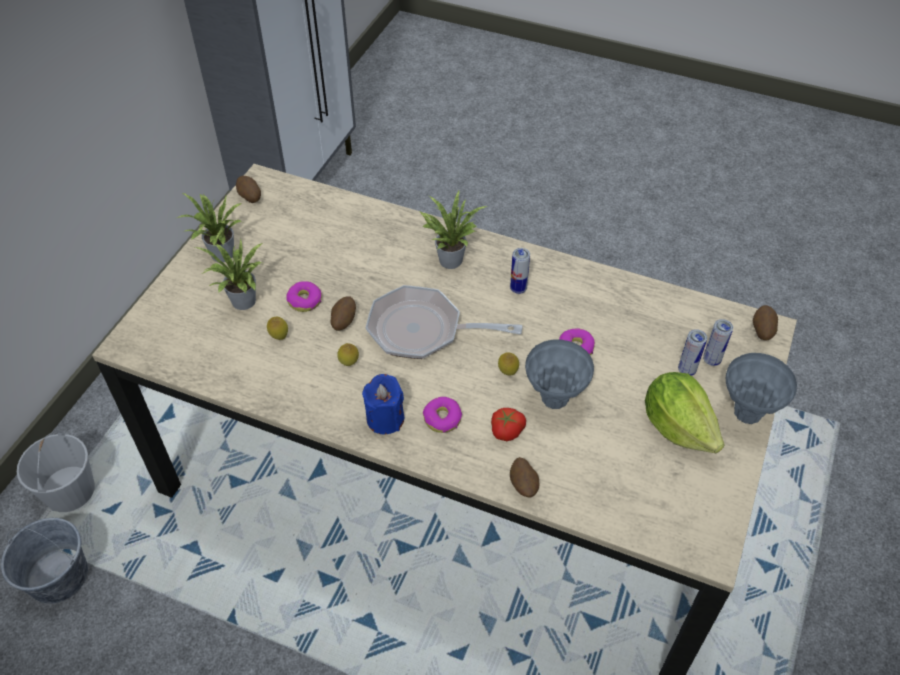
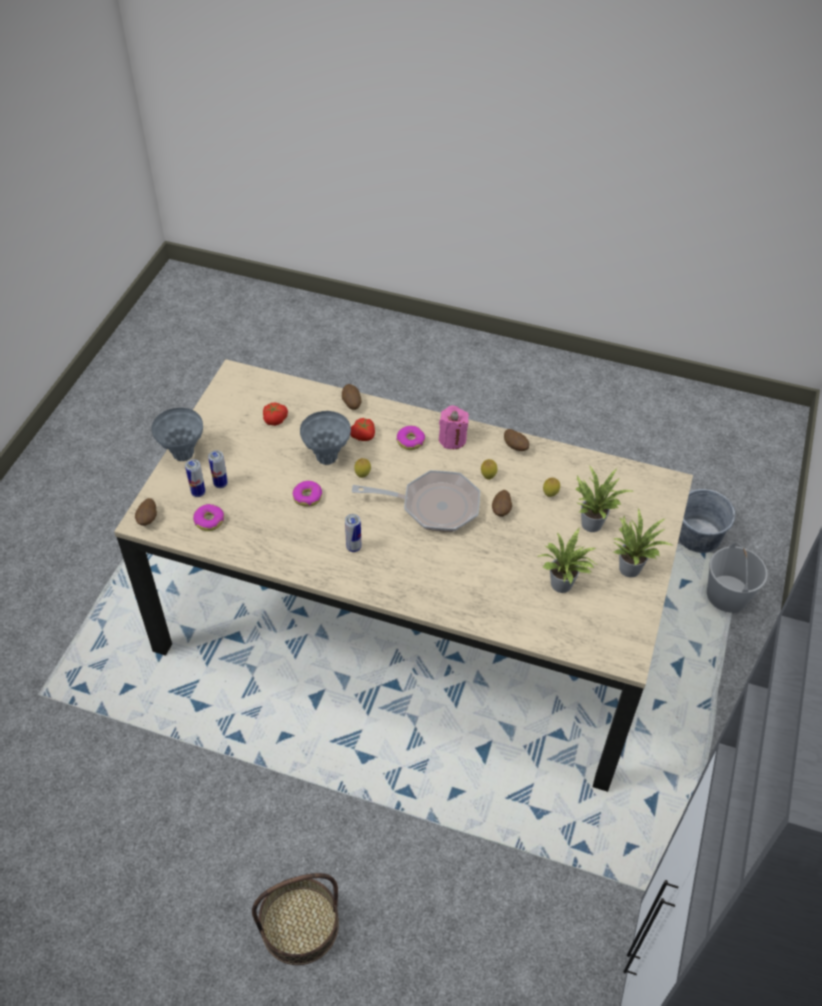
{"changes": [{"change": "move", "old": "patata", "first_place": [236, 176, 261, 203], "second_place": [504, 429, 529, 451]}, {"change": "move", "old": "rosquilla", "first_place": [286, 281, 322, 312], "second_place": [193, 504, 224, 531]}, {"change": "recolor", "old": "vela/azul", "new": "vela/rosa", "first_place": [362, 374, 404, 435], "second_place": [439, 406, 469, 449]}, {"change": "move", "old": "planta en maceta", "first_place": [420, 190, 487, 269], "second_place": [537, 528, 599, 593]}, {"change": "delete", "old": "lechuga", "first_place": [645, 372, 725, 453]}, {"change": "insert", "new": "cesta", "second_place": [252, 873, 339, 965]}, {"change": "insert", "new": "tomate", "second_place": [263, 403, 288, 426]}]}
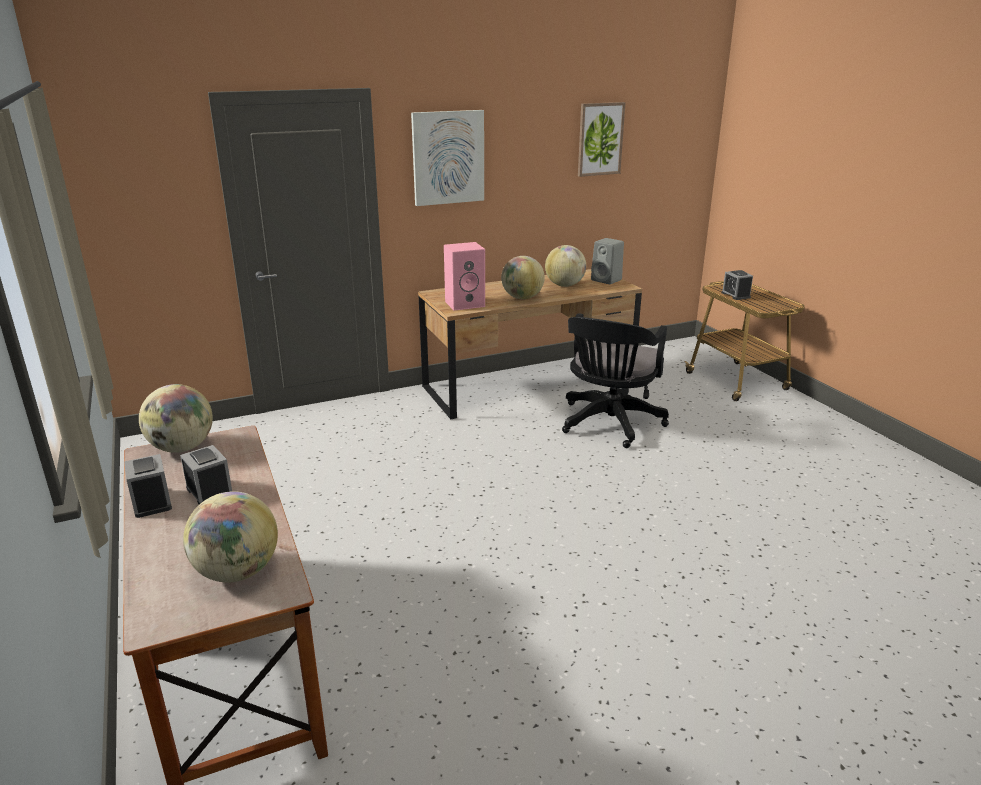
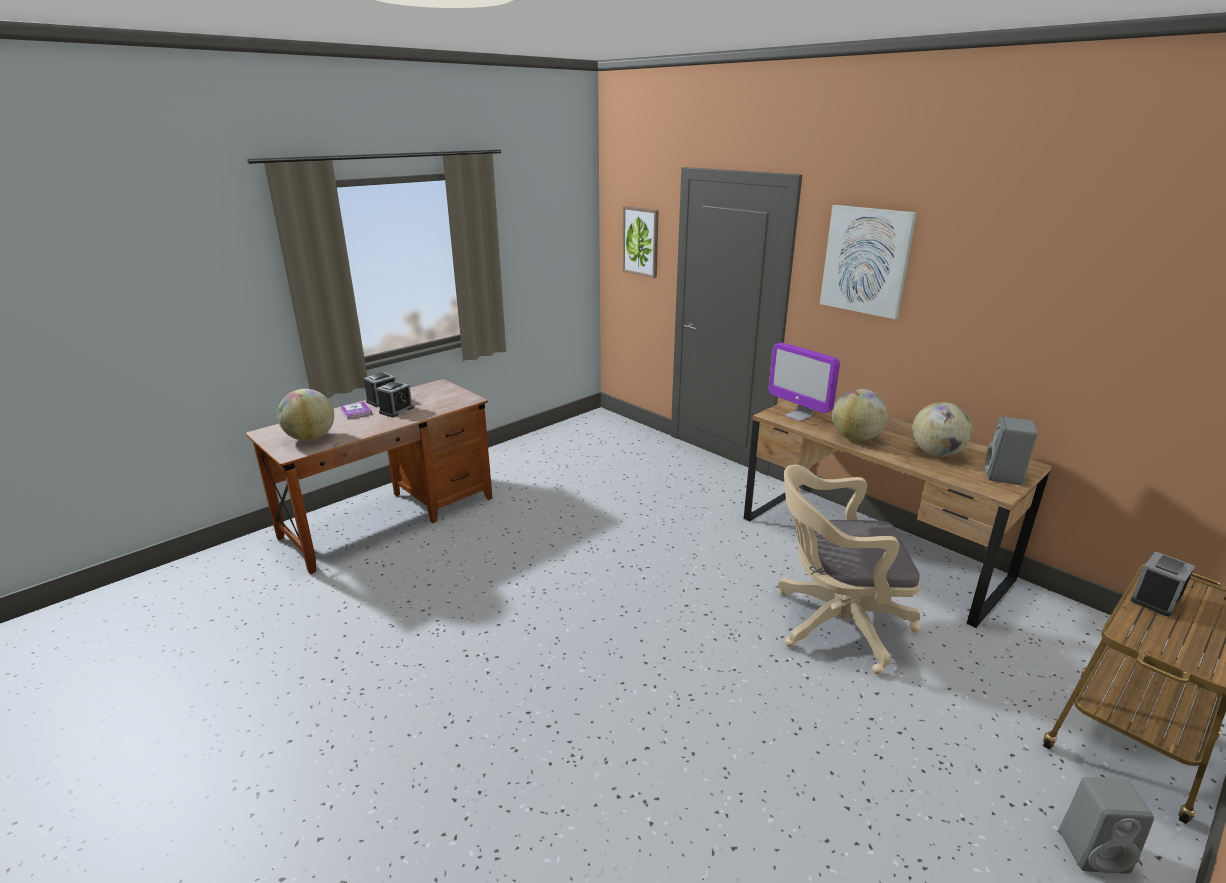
{"changes": [{"change": "delete", "old": "globo terráqueo", "first_place": [139, 384, 213, 453]}, {"change": "replace", "old": "altavoz/rosa", "new": "monitor", "first_place": [444, 242, 485, 311], "second_place": [769, 342, 840, 421]}, {"change": "recolor", "old": "silla de oficina/negro", "new": "silla de oficina/beis", "first_place": [562, 313, 669, 448], "second_place": [778, 465, 920, 675]}, {"change": "move", "old": "cuadro", "first_place": [578, 102, 625, 177], "second_place": [623, 206, 659, 278]}, {"change": "insert", "new": "libro", "second_place": [340, 401, 372, 419]}, {"change": "insert", "new": "altavoz/gris", "second_place": [1059, 777, 1154, 874]}]}
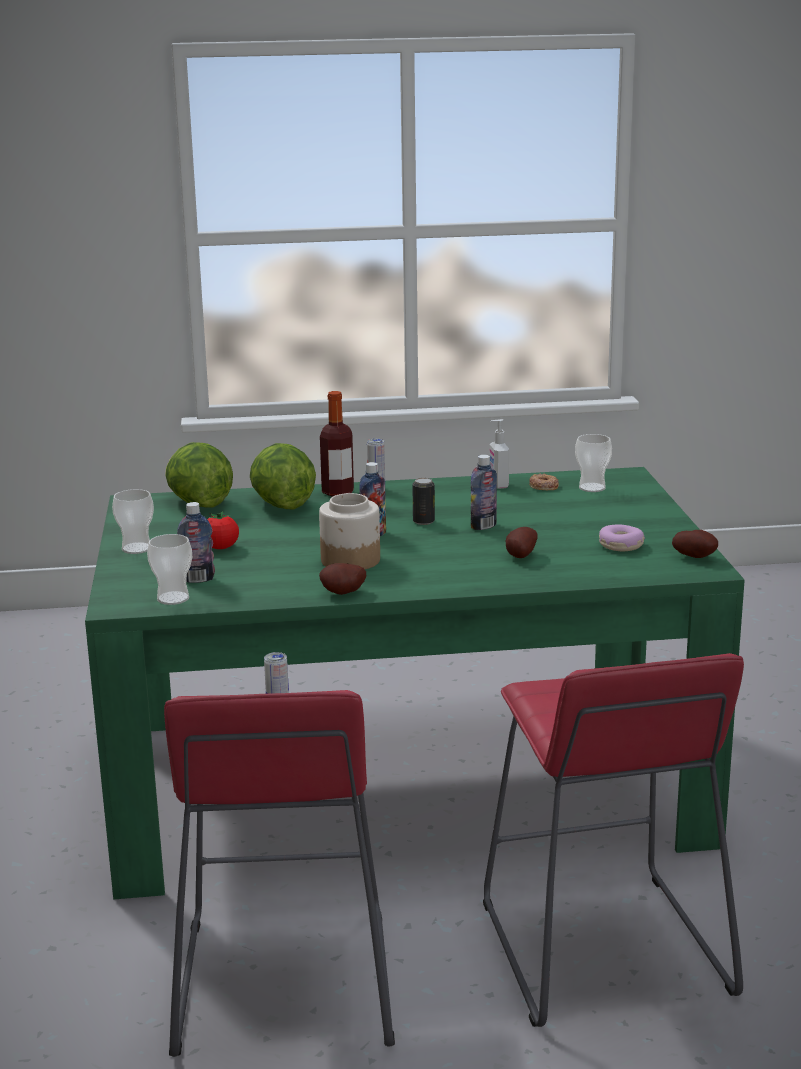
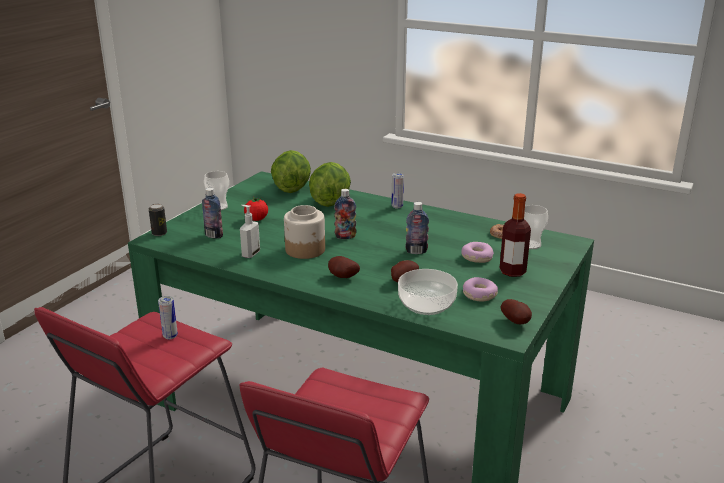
{"changes": [{"change": "delete", "old": "taza", "first_place": [147, 534, 192, 605]}, {"change": "move", "old": "patata", "first_place": [319, 563, 366, 595], "second_place": [328, 256, 360, 278]}, {"change": "move", "old": "botella", "first_place": [320, 391, 354, 496], "second_place": [500, 193, 531, 277]}, {"change": "move", "old": "lata", "first_place": [412, 478, 435, 525], "second_place": [149, 204, 167, 236]}, {"change": "move", "old": "dispensador de jabón", "first_place": [490, 419, 509, 489], "second_place": [240, 205, 260, 258]}, {"change": "insert", "new": "cuenco", "second_place": [398, 269, 458, 315]}, {"change": "insert", "new": "rosquilla", "second_place": [461, 242, 494, 263]}]}
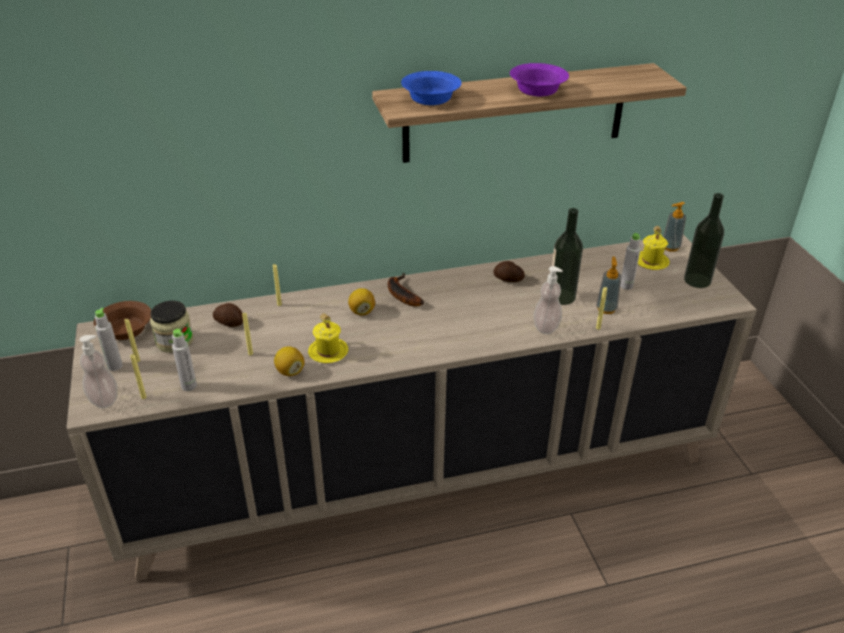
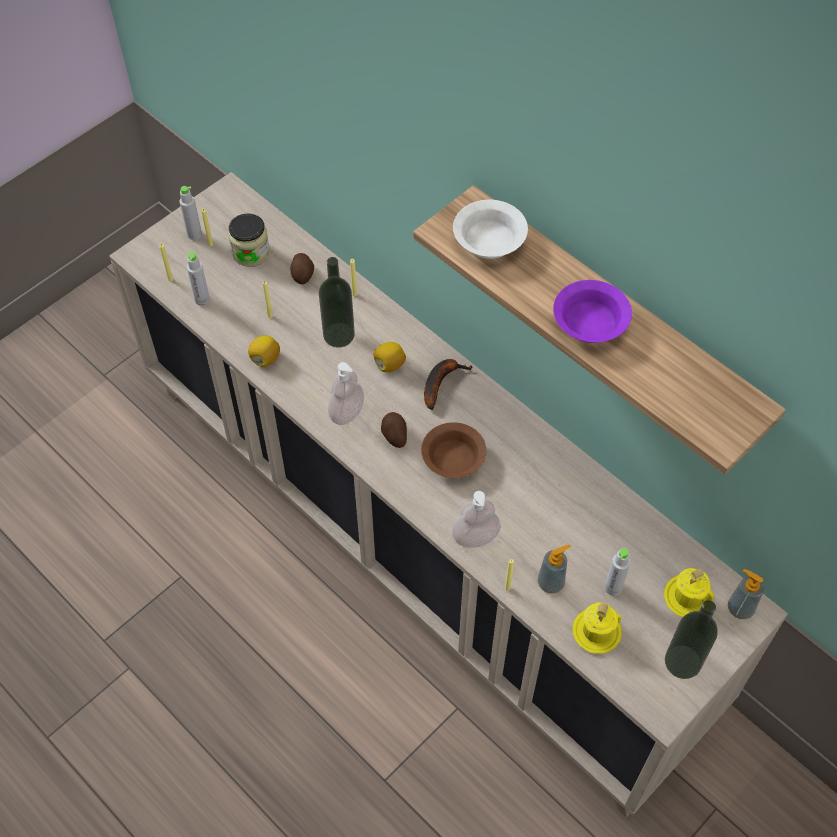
{"changes": [{"change": "move", "old": "dispensador de jabón", "first_place": [80, 335, 117, 408], "second_place": [328, 362, 364, 425]}, {"change": "move", "old": "cuenco/marrón", "first_place": [94, 301, 151, 340], "second_place": [421, 422, 486, 478]}, {"change": "move", "old": "taza grande/amarillo", "first_place": [308, 313, 348, 363], "second_place": [572, 602, 622, 654]}, {"change": "recolor", "old": "cuenco/azul", "new": "cuenco/blanco", "first_place": [401, 71, 462, 105], "second_place": [453, 200, 528, 259]}, {"change": "move", "old": "patata", "first_place": [494, 261, 525, 282], "second_place": [381, 412, 407, 448]}, {"change": "move", "old": "botella", "first_place": [552, 208, 583, 305], "second_place": [319, 257, 355, 348]}]}
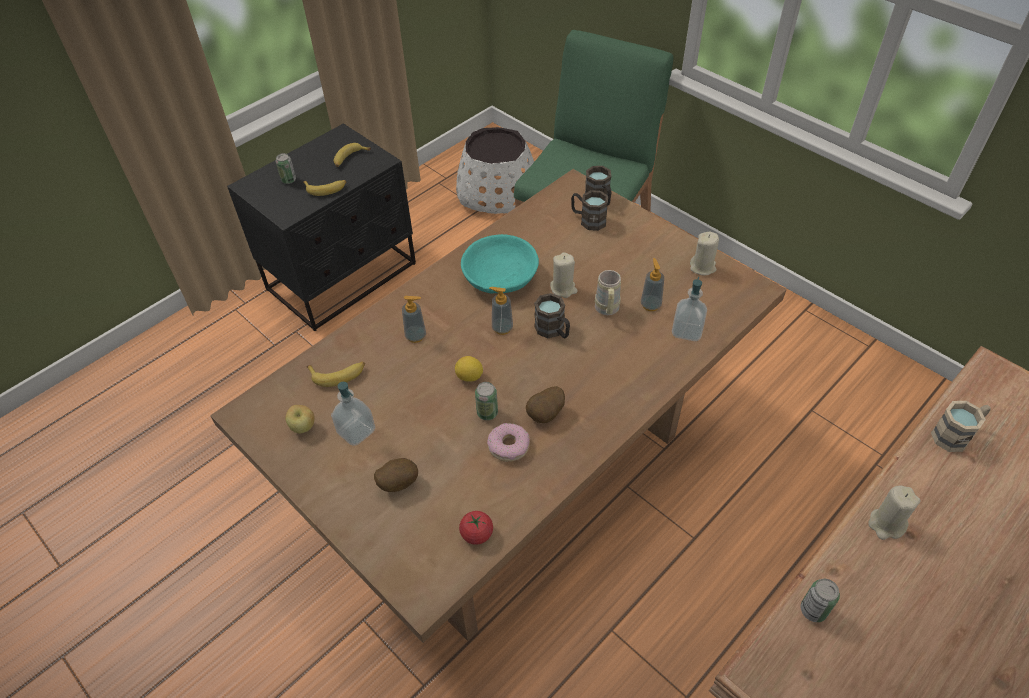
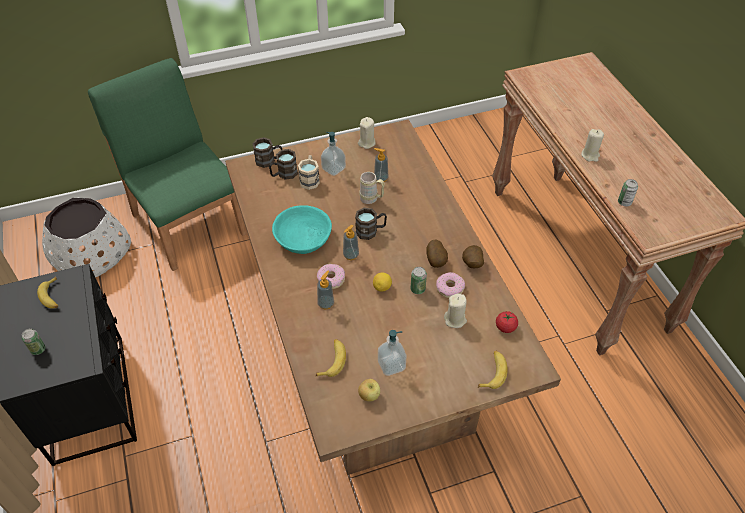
{"changes": [{"change": "move", "old": "plátano", "first_place": [303, 180, 346, 196], "second_place": [478, 350, 507, 389]}, {"change": "move", "old": "patata", "first_place": [374, 458, 418, 492], "second_place": [462, 245, 484, 268]}, {"change": "move", "old": "vela/beis", "first_place": [550, 253, 578, 298], "second_place": [444, 293, 467, 328]}, {"change": "move", "old": "dispensador de jabón", "first_place": [672, 277, 707, 341], "second_place": [321, 132, 346, 176]}, {"change": "move", "old": "taza grande/beis", "first_place": [931, 401, 991, 452], "second_place": [298, 155, 320, 190]}, {"change": "insert", "new": "rosquilla", "second_place": [317, 264, 345, 289]}]}
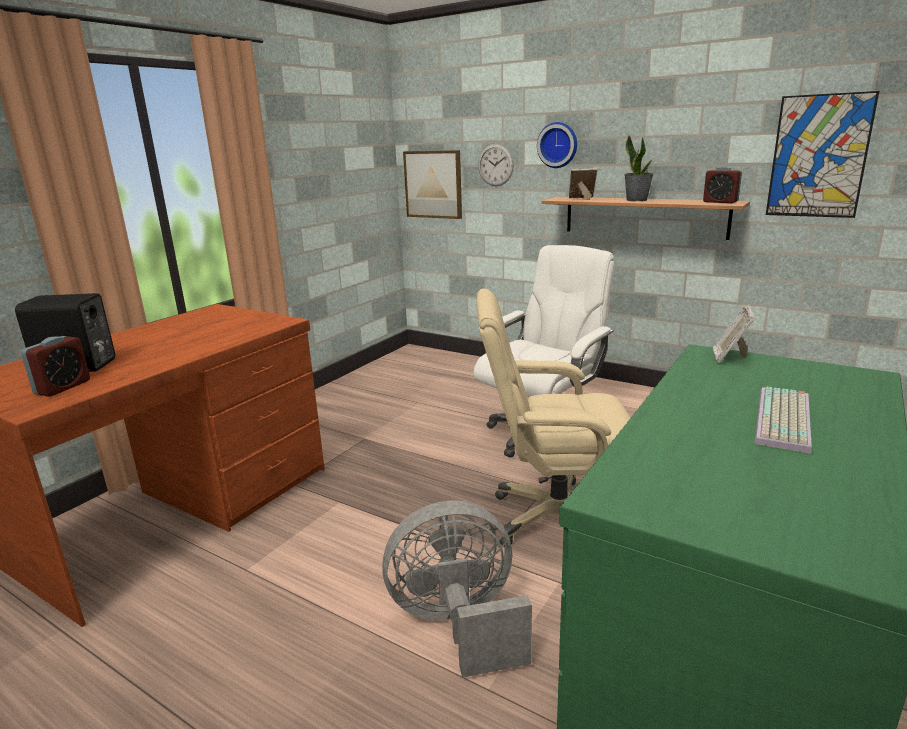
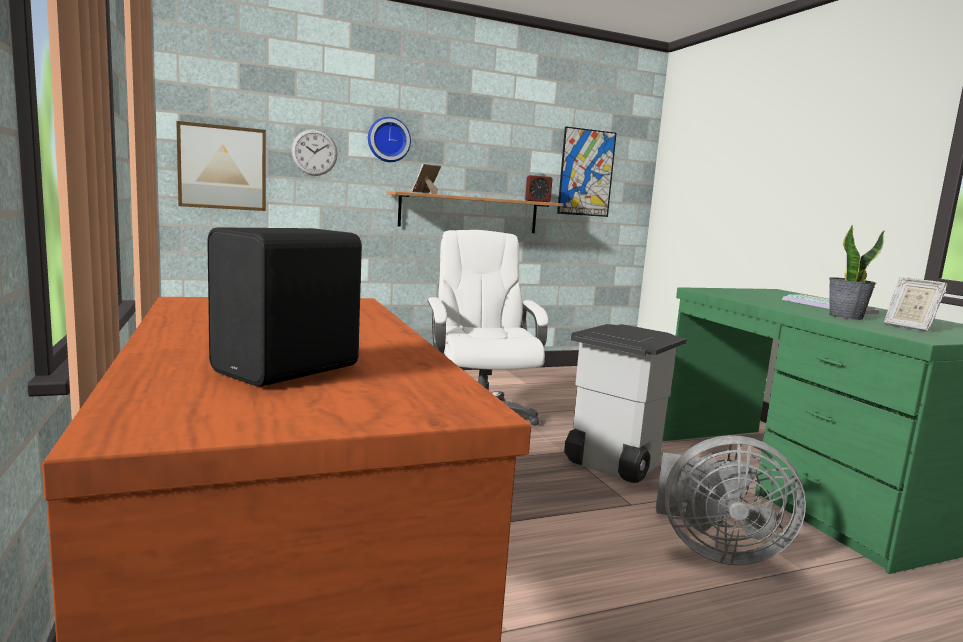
{"changes": [{"change": "delete", "old": "despertador", "first_place": [21, 336, 90, 396]}, {"change": "rotate", "old": "ventilador/gris", "first_place": [382, 500, 532, 678], "second_place": [656, 435, 806, 565], "degrees": -105}, {"change": "replace", "old": "silla de oficina/beis", "new": "papelera/gris", "first_place": [476, 288, 631, 545], "second_place": [564, 324, 687, 483]}, {"change": "move", "old": "planta en maceta", "first_place": [624, 135, 653, 201], "second_place": [829, 225, 885, 320]}, {"change": "move", "old": "portarretratos", "first_place": [713, 305, 755, 363], "second_place": [884, 277, 948, 331]}]}
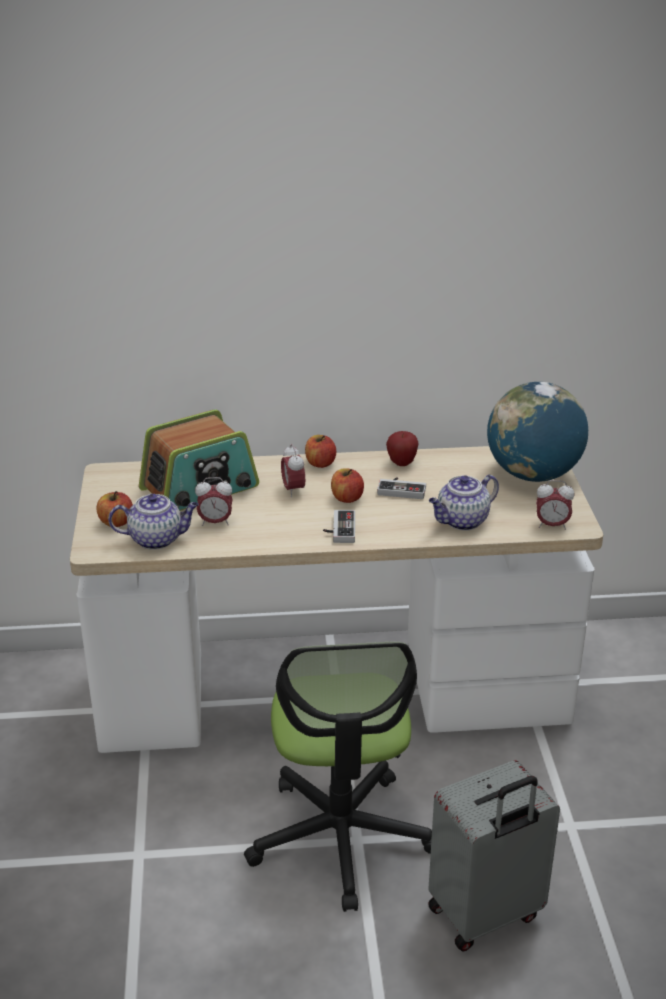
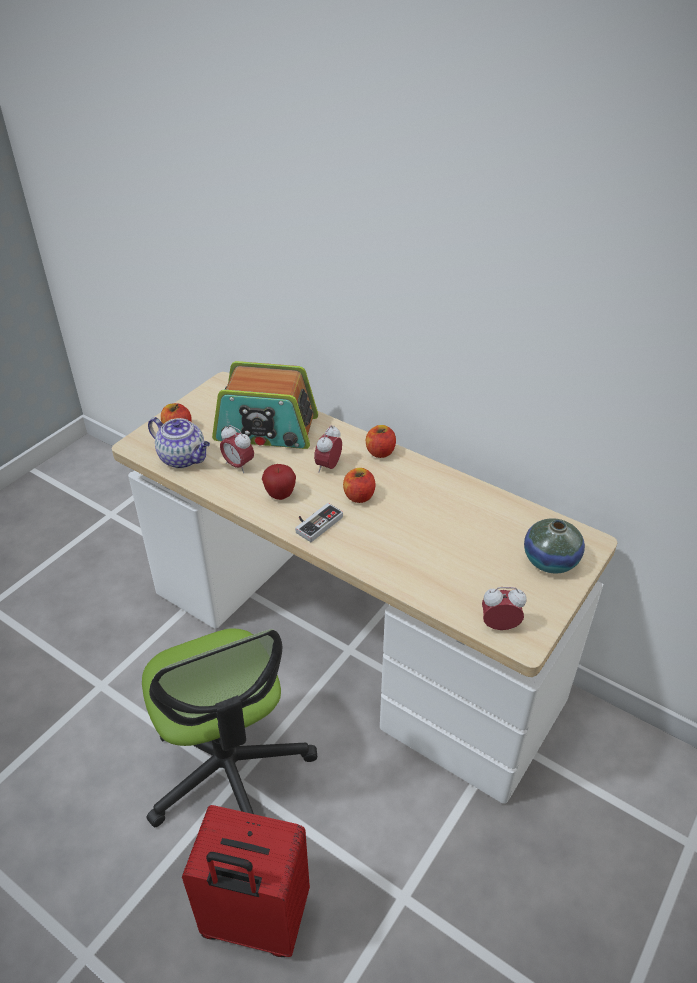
{"changes": [{"change": "rotate", "old": "silla de oficina", "first_place": [244, 642, 432, 912], "second_place": [142, 629, 317, 827], "degrees": -60}, {"change": "delete", "old": "mando de consola", "first_place": [377, 477, 426, 499]}, {"change": "move", "old": "manzana", "first_place": [386, 431, 419, 466], "second_place": [262, 464, 296, 500]}, {"change": "recolor", "old": "maleta/gris", "new": "maleta/rojo", "first_place": [428, 760, 560, 952], "second_place": [182, 805, 310, 957]}, {"change": "delete", "old": "tetera", "first_place": [429, 475, 499, 530]}, {"change": "replace", "old": "globo terráqueo", "new": "florero", "first_place": [487, 382, 588, 482], "second_place": [524, 518, 585, 574]}, {"change": "rotate", "old": "despertador", "first_place": [536, 480, 574, 530], "second_place": [482, 587, 526, 630], "degrees": 135}]}
